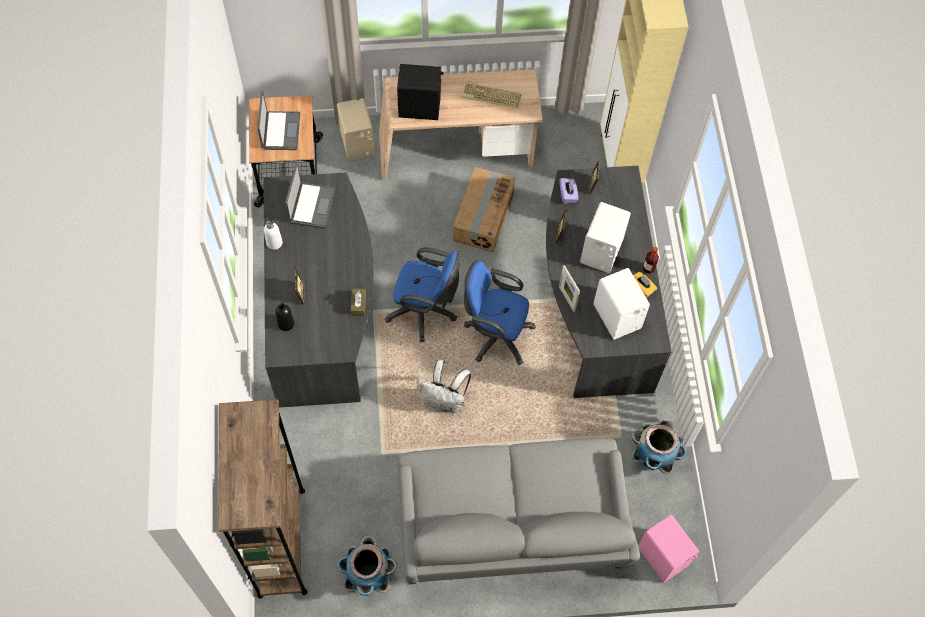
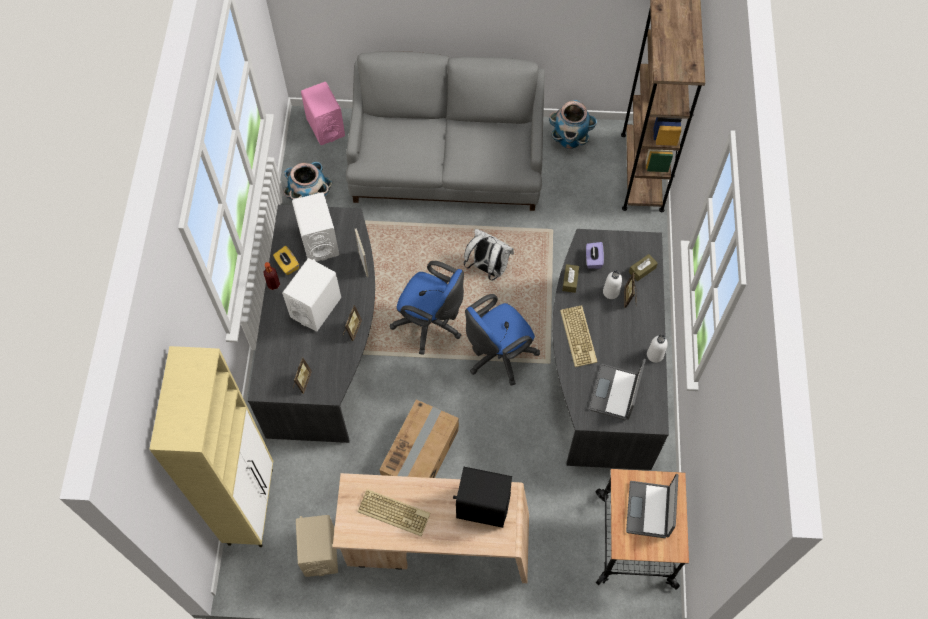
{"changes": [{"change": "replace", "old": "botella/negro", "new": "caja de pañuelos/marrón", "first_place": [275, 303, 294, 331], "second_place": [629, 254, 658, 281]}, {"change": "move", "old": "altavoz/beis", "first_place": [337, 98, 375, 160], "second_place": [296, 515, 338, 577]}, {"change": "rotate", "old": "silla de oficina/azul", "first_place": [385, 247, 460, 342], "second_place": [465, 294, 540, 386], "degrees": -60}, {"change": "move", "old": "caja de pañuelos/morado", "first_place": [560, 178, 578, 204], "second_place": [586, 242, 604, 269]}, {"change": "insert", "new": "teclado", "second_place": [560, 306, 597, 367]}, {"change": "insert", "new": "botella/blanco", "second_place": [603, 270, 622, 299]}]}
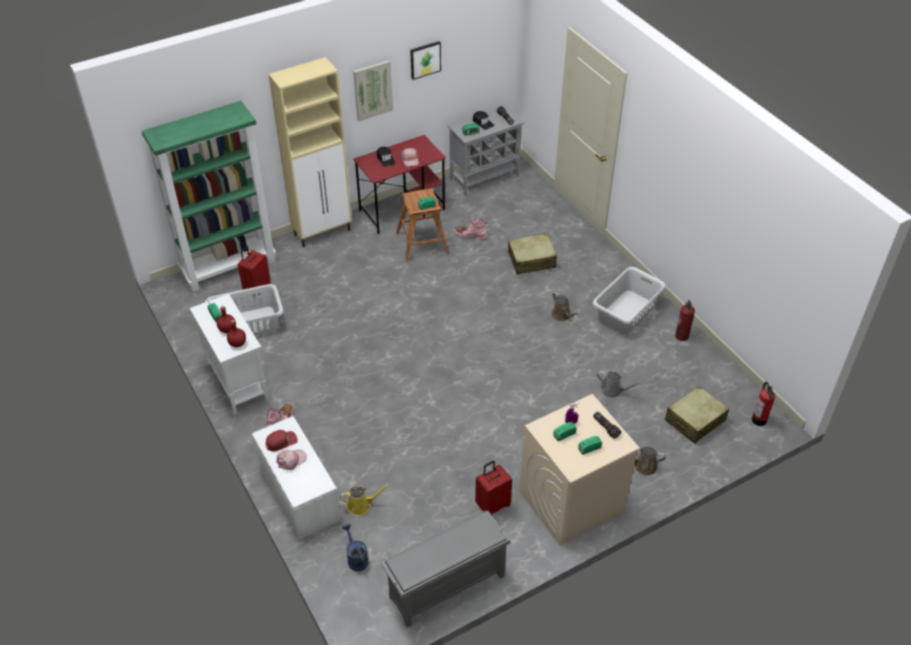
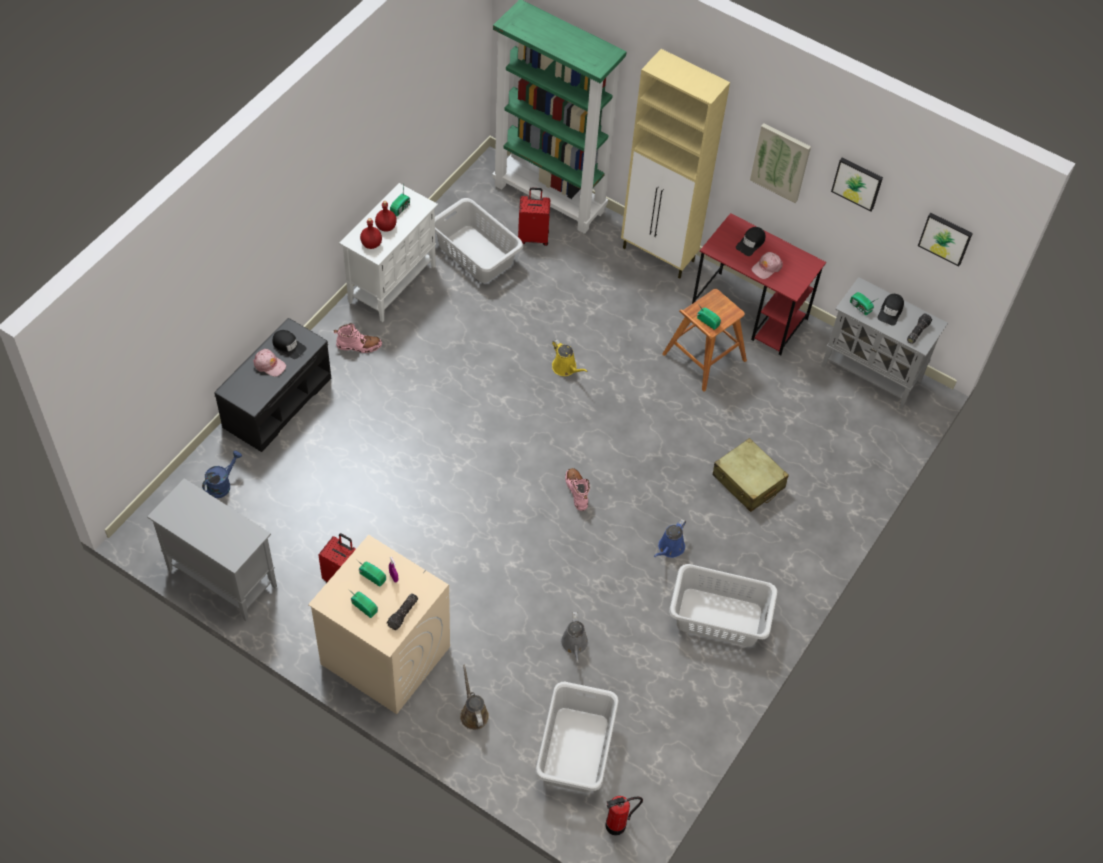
{"changes": [{"change": "recolor", "old": "banco/blanco", "new": "banco/negro", "first_place": [252, 416, 341, 540], "second_place": [214, 318, 331, 452]}, {"change": "recolor", "old": "gorra/rojo", "new": "gorra/negro", "first_place": [265, 430, 298, 451], "second_place": [273, 330, 306, 359]}, {"change": "move", "old": "regadera/amarillo", "first_place": [340, 484, 390, 516], "second_place": [552, 339, 588, 376]}, {"change": "replace", "old": "zapatero/gris", "new": "armario/gris", "first_place": [381, 511, 510, 628], "second_place": [147, 478, 277, 621]}, {"change": "move", "old": "bota/rosa", "first_place": [454, 217, 488, 239], "second_place": [565, 468, 590, 511]}, {"change": "recolor", "old": "regadera/marrón", "new": "regadera/azul", "first_place": [551, 292, 579, 321], "second_place": [654, 519, 686, 558]}, {"change": "replace", "old": "maleta/beis", "new": "cesto de la ropa/gris", "first_place": [665, 386, 729, 443], "second_place": [535, 682, 619, 793]}, {"change": "delete", "old": "extintor", "first_place": [675, 300, 695, 341]}, {"change": "insert", "new": "cuadro", "second_place": [918, 213, 973, 267]}]}
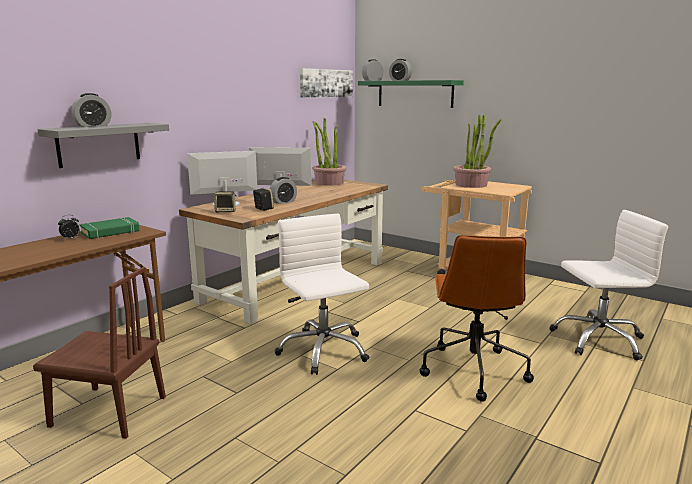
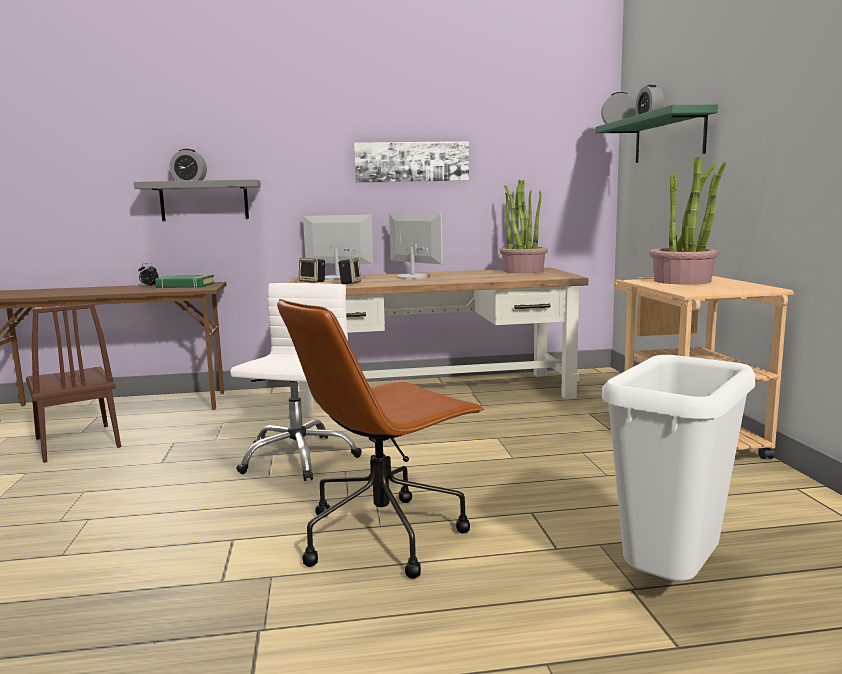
{"changes": [{"change": "delete", "old": "despertador", "first_place": [270, 177, 297, 204]}, {"change": "move", "old": "cuadro", "first_place": [300, 68, 353, 98], "second_place": [354, 141, 469, 183]}, {"change": "replace", "old": "silla de oficina/blanco", "new": "papelera/blanco", "first_place": [549, 210, 668, 360], "second_place": [602, 355, 755, 581]}]}
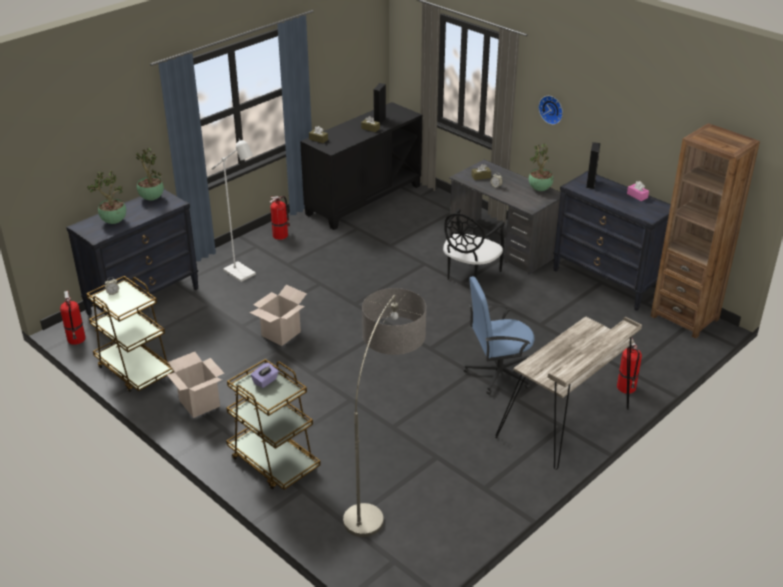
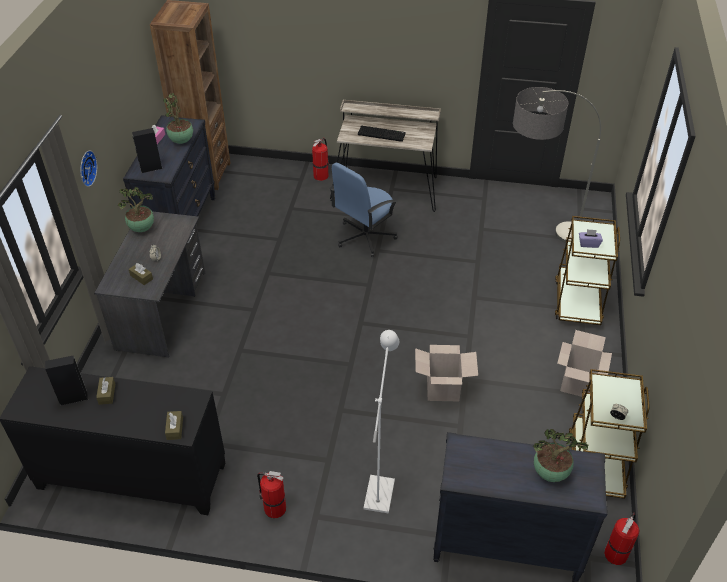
{"changes": [{"change": "move", "old": "planta en maceta", "first_place": [136, 148, 164, 200], "second_place": [163, 93, 193, 144]}, {"change": "delete", "old": "silla/negro", "first_place": [443, 209, 505, 280]}, {"change": "rotate", "old": "silla de oficina/azul", "first_place": [463, 276, 534, 395], "second_place": [329, 163, 398, 257], "degrees": 90}, {"change": "insert", "new": "teclado", "second_place": [358, 126, 406, 142]}]}
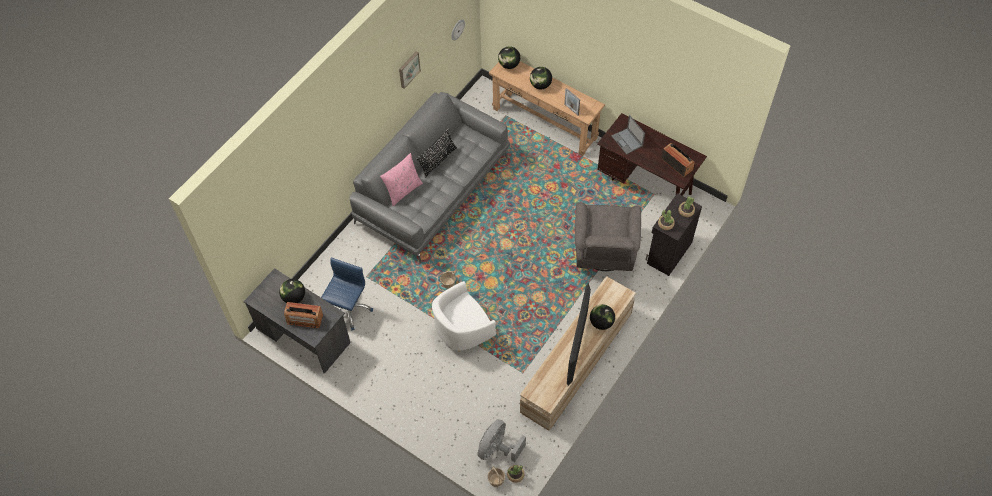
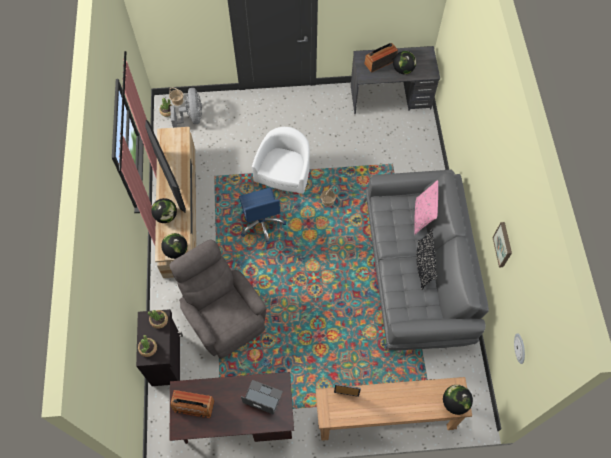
{"changes": [{"change": "move", "old": "silla de oficina/azul", "first_place": [321, 258, 373, 331], "second_place": [239, 187, 286, 244]}, {"change": "move", "old": "globo terráqueo", "first_place": [530, 67, 552, 89], "second_place": [161, 233, 187, 259]}]}
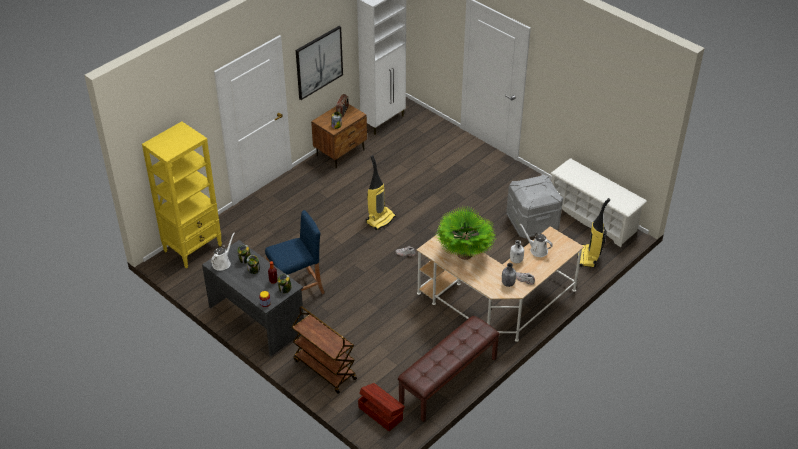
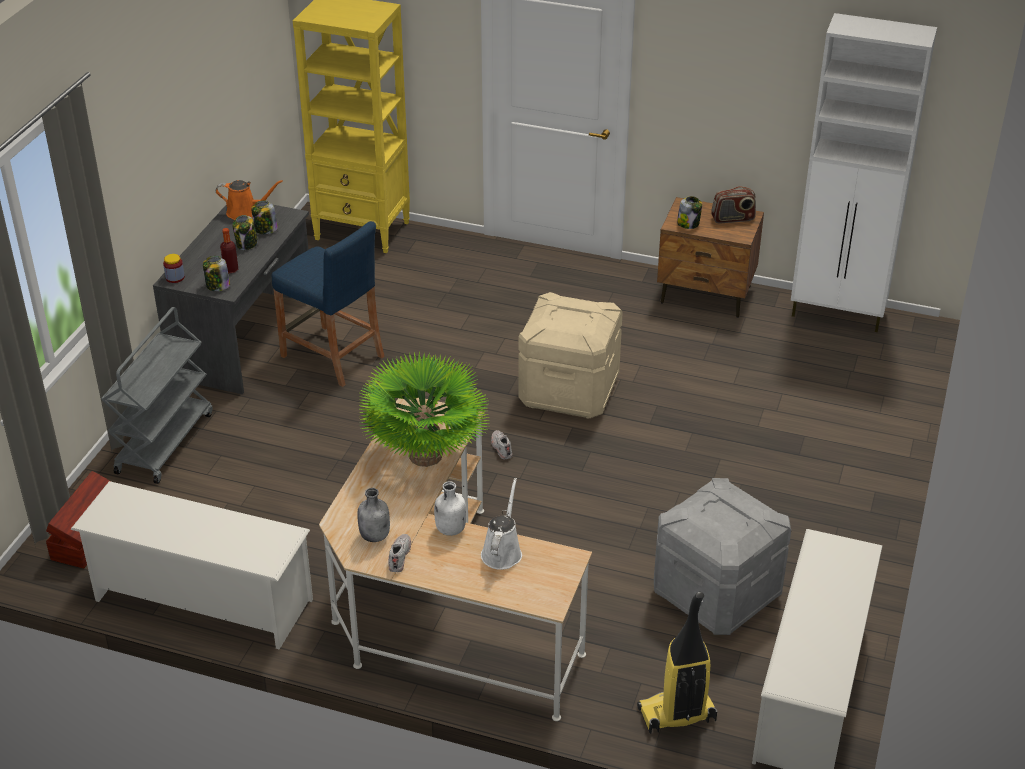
{"changes": [{"change": "recolor", "old": "regadera/blanco", "new": "regadera/naranja", "first_place": [211, 233, 235, 271], "second_place": [216, 180, 283, 220]}, {"change": "recolor", "old": "carrito/marrón", "new": "carrito/gris", "first_place": [292, 306, 357, 394], "second_place": [101, 307, 213, 484]}, {"change": "delete", "old": "cuadro", "first_place": [296, 26, 343, 100]}, {"change": "replace", "old": "aspiradora", "new": "caja de almacenaje/beis", "first_place": [366, 155, 396, 230], "second_place": [518, 292, 623, 419]}, {"change": "replace", "old": "banco/marrón", "new": "zapatero/blanco", "first_place": [398, 316, 500, 422], "second_place": [70, 481, 313, 649]}]}
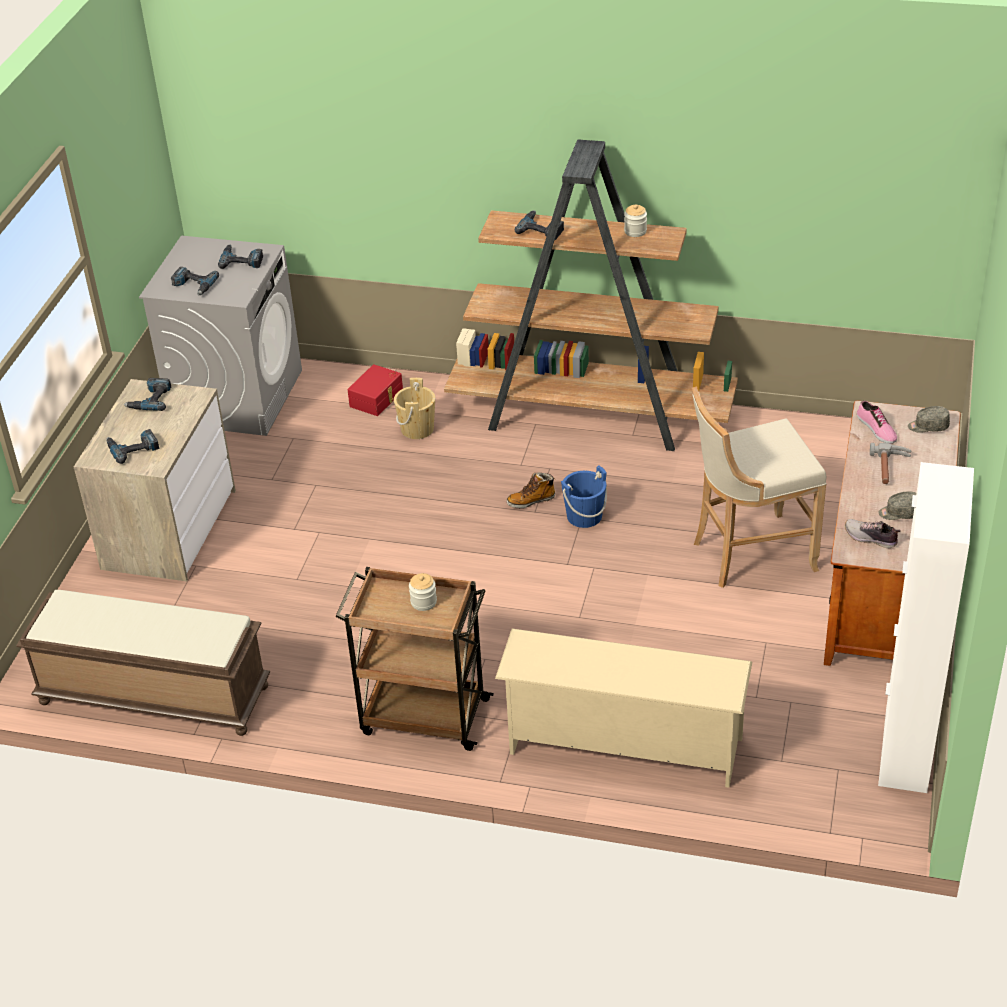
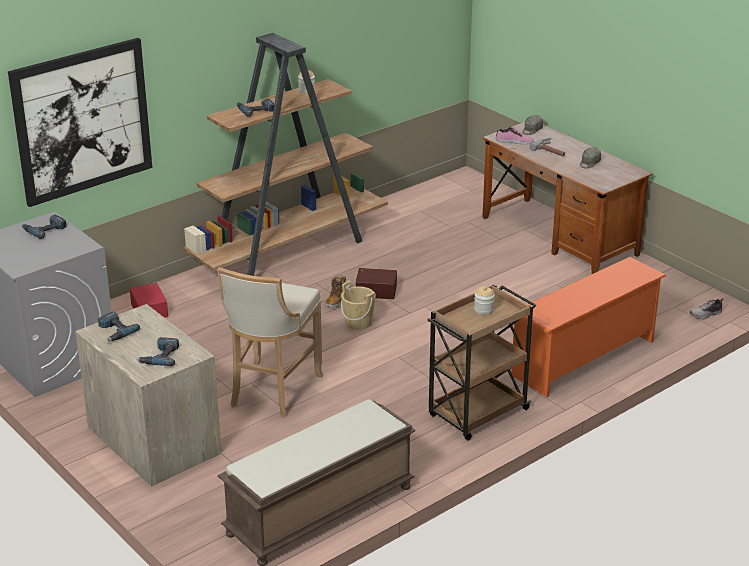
{"changes": [{"change": "delete", "old": "taladro", "first_place": [171, 267, 219, 295]}, {"change": "move", "old": "cubo/beis", "first_place": [394, 378, 435, 439], "second_place": [341, 281, 376, 330]}, {"change": "recolor", "old": "zapatero/beis", "new": "zapatero/naranja", "first_place": [495, 629, 752, 787], "second_place": [511, 257, 666, 397]}, {"change": "replace", "old": "cubo/azul", "new": "caja de almacenaje/marrón", "first_place": [561, 465, 607, 528], "second_place": [356, 268, 397, 299]}, {"change": "move", "old": "taburete/beis", "first_place": [692, 386, 827, 588], "second_place": [217, 267, 324, 418]}, {"change": "move", "old": "zapato", "first_place": [845, 519, 901, 548], "second_place": [689, 298, 724, 319]}, {"change": "delete", "old": "armario/blanco", "first_place": [878, 462, 974, 793]}, {"change": "insert", "new": "cuadro", "second_place": [8, 38, 152, 207]}]}
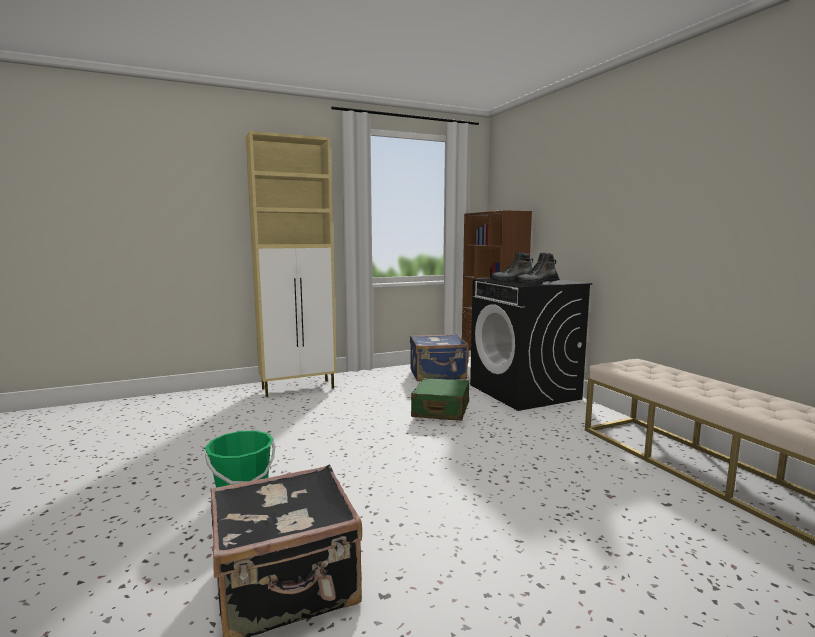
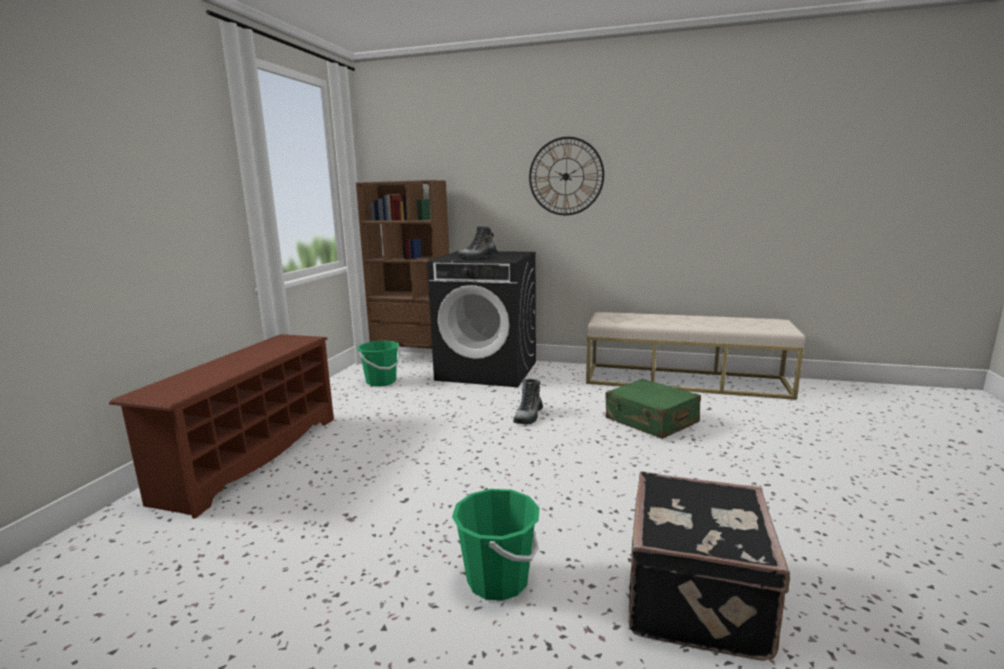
{"changes": [{"change": "replace", "old": "armario/beis", "new": "zapatero/marrón", "first_place": [246, 131, 337, 397], "second_place": [109, 334, 334, 519]}, {"change": "replace", "old": "maleta/azul", "new": "cubo/verde", "first_place": [410, 334, 468, 381], "second_place": [357, 340, 401, 387]}, {"change": "move", "old": "maleta/verde", "first_place": [411, 378, 469, 421], "second_place": [606, 379, 701, 439]}, {"change": "move", "old": "bota", "first_place": [516, 252, 559, 285], "second_place": [513, 379, 543, 424]}, {"change": "insert", "new": "reloj de pared", "second_place": [529, 137, 604, 215]}]}
